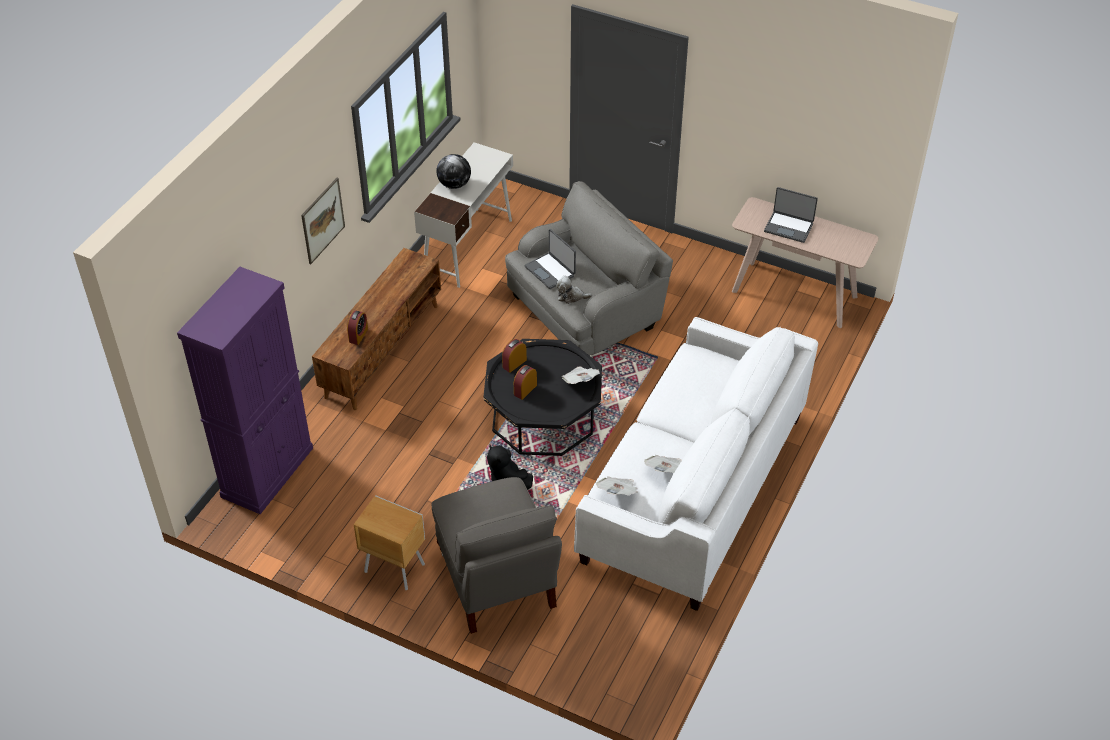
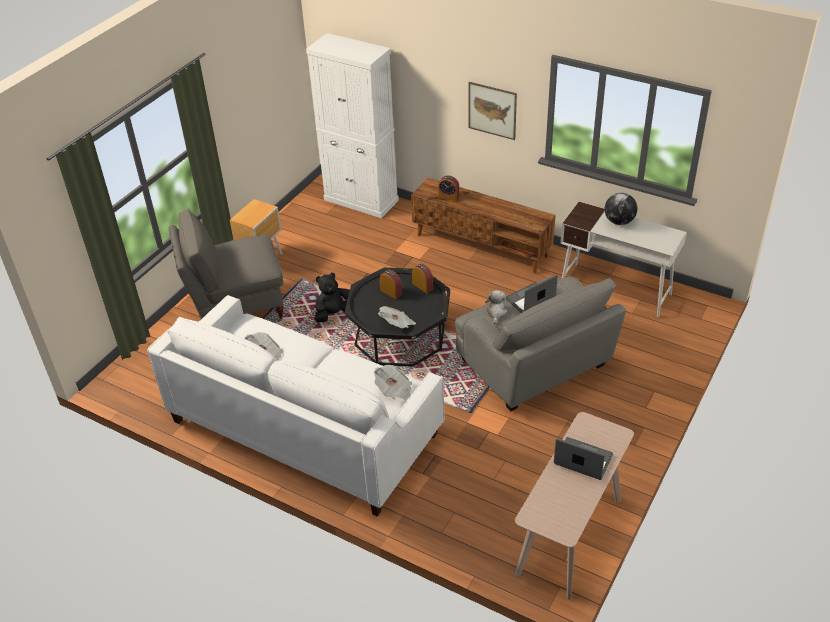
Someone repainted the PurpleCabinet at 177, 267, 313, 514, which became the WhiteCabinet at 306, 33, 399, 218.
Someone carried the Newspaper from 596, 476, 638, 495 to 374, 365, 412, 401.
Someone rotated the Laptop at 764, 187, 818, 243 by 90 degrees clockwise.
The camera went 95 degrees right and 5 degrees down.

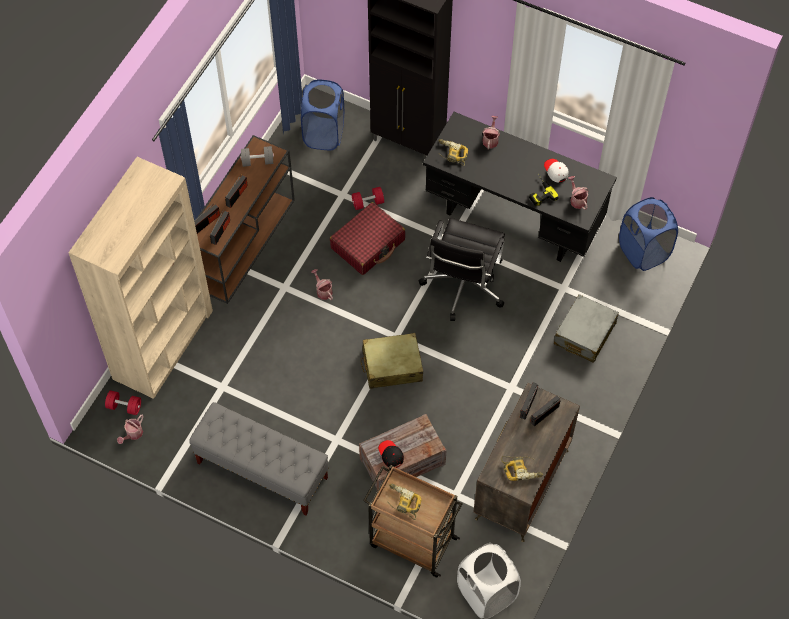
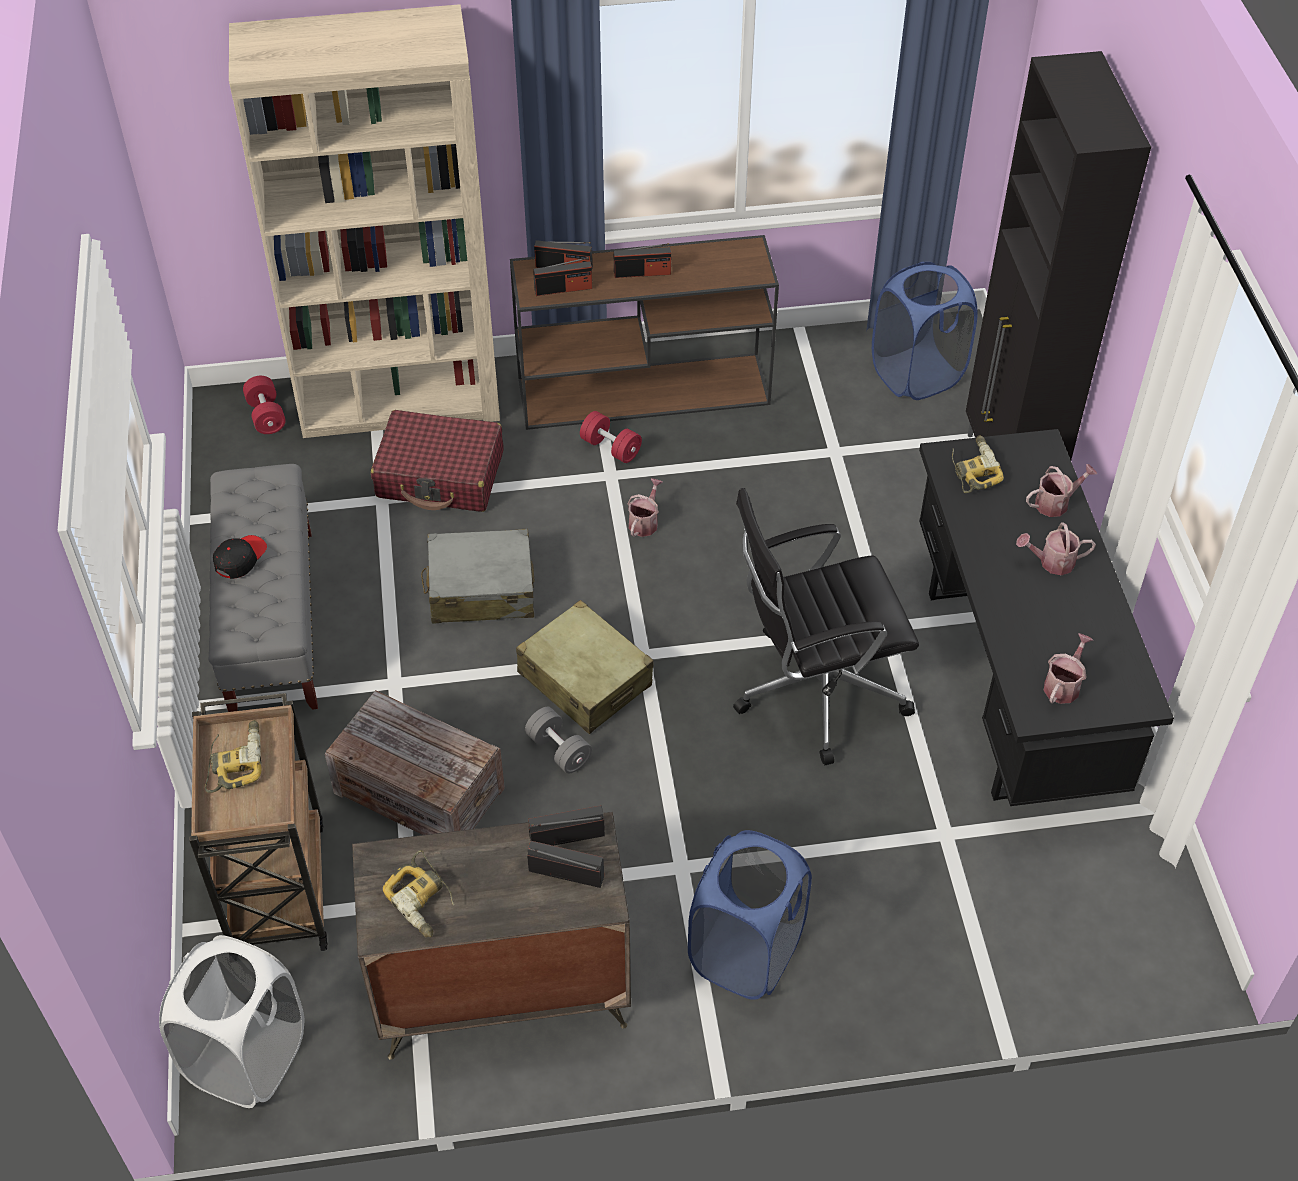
Someone carried the WateringCan from 117, 415, 144, 444 to 1016, 522, 1096, 575.
Someone carried the GreyDumbbell from 240, 146, 274, 167 to 525, 707, 592, 773.
Someone carried the RedSuitcase from 330, 202, 405, 275 to 371, 410, 503, 512.
Someone carried the RedDumbbell from 352, 187, 384, 210 to 580, 411, 642, 463.
Someone carried the BlackCap from 378, 440, 404, 468 to 213, 535, 267, 579.
Someone took away the PowerDrill at 529, 173, 559, 206.
Someone took away the WhiteCap at 544, 159, 569, 182.
Someone carried the GreySuitcase from 554, 294, 619, 363 to 421, 529, 535, 624.
Someone carried the BlueLaundryBasket from 619, 197, 678, 271 to 688, 830, 812, 1000.
The camera went 55 degrees right and 10 degrees down.

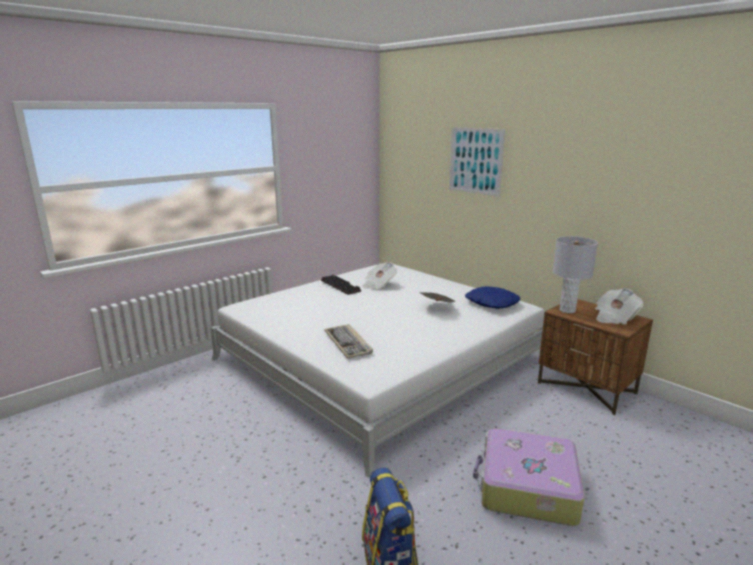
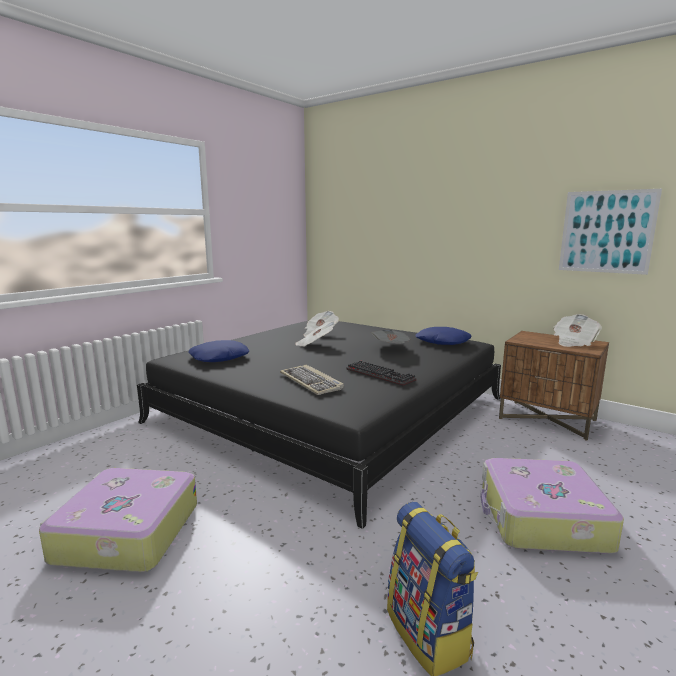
Someone repainted the WhiteBed at 210, 263, 544, 477, which became the BlackBed at 137, 321, 501, 529.
Someone carried the Keyboard from 321, 275, 361, 295 to 346, 360, 416, 386.
Someone carried the Picture from 449, 127, 505, 197 to 559, 189, 662, 275.
Someone took away the GreyTableLamp at 553, 236, 598, 313.
Someone put down the Suitcase at 39, 468, 197, 572.
Someone put down the BluePillow at 189, 340, 249, 362.
Someone put down the Newspaper at 295, 321, 336, 347.
The camera went 10 degrees left and 5 degrees down.

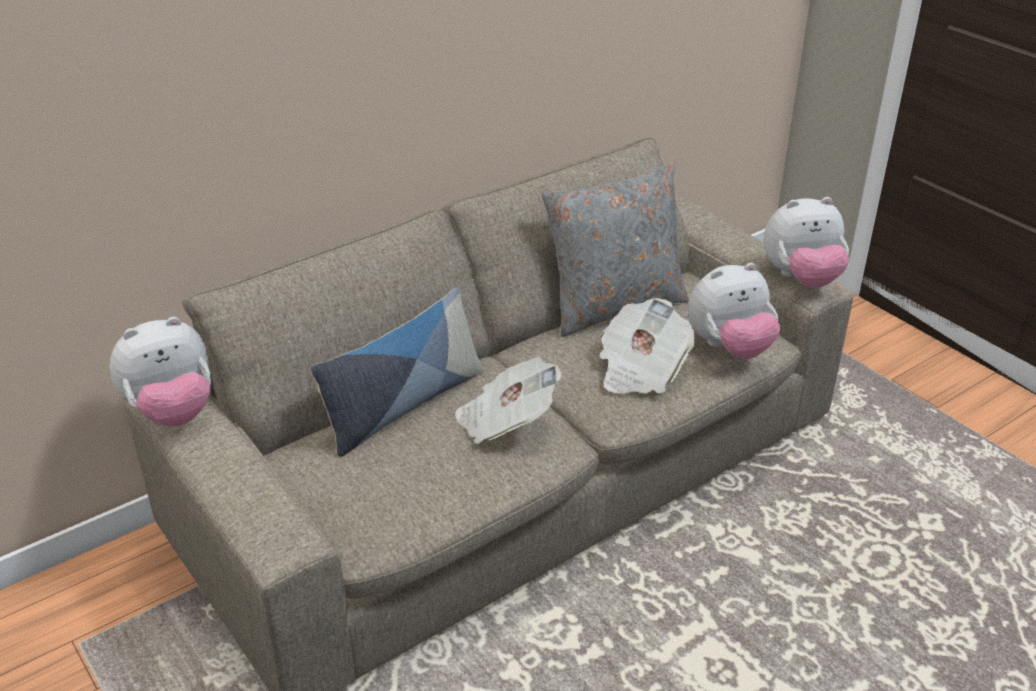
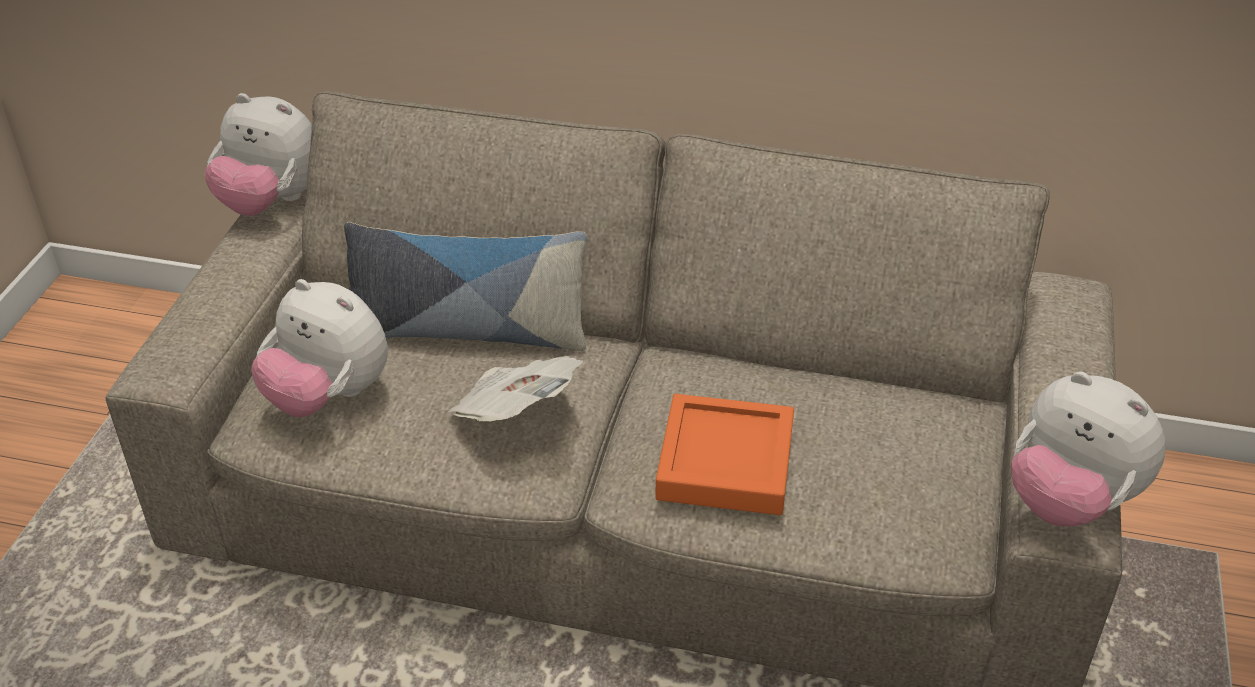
Someone took away the GreyPillow at 542, 162, 689, 337.
Someone swapped the Newspaper at 599, 298, 695, 394 for the OrangeTray at 655, 394, 794, 515.
Someone carried the PlushToy from 688, 263, 780, 359 to 252, 279, 388, 417.
The camera went 50 degrees right and 5 degrees up.

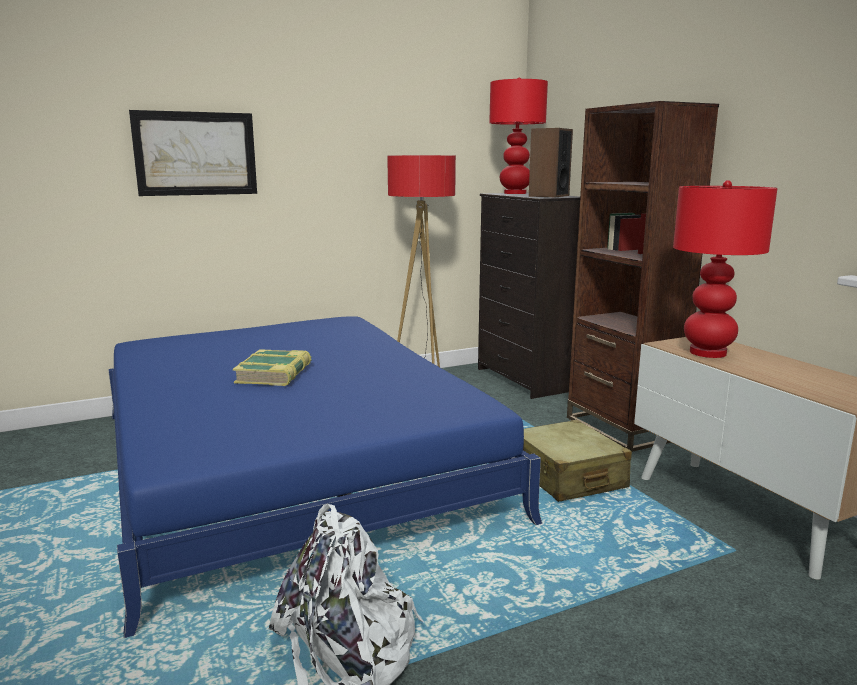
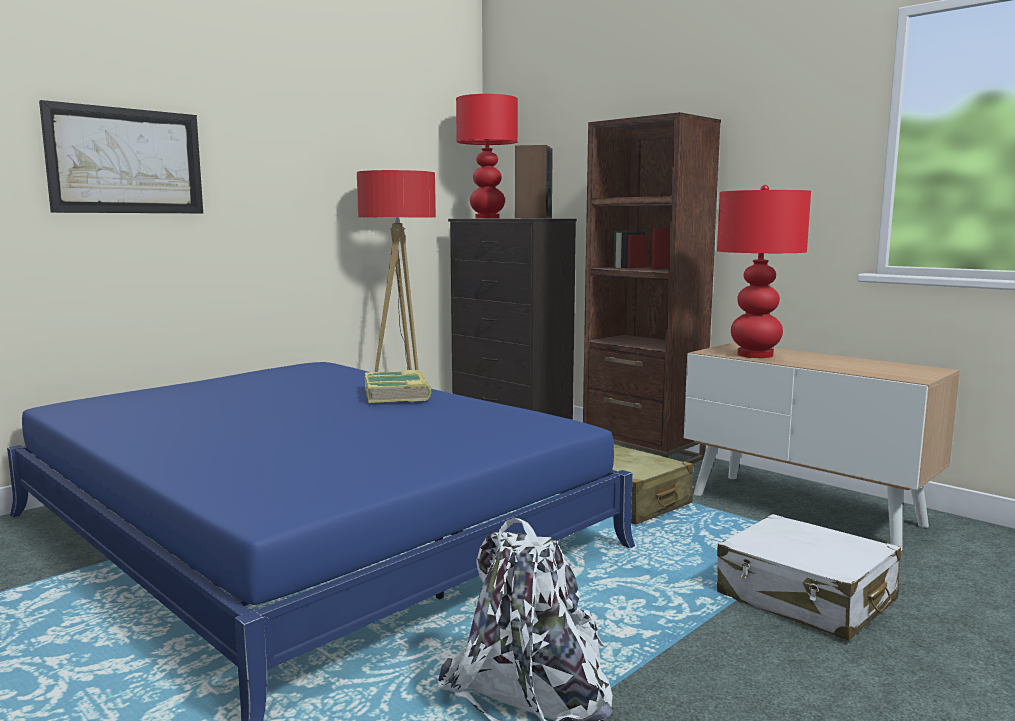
Someone carried the Book from 233, 349, 312, 386 to 365, 370, 432, 403.
Someone put down the WhiteSuitcase at 717, 514, 901, 640.
The camera went 20 degrees left and 5 degrees down.

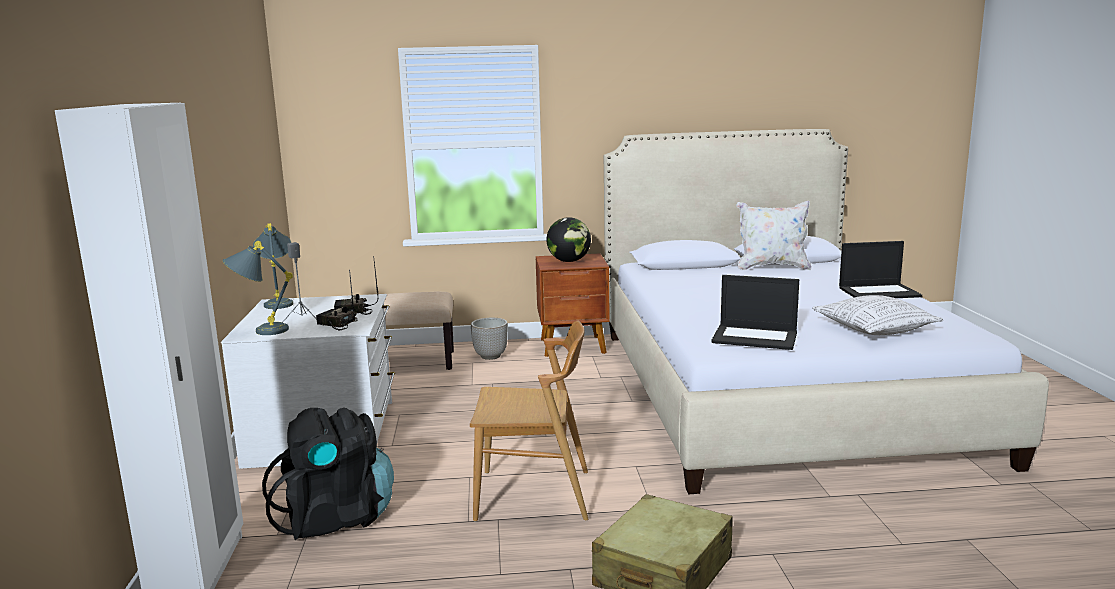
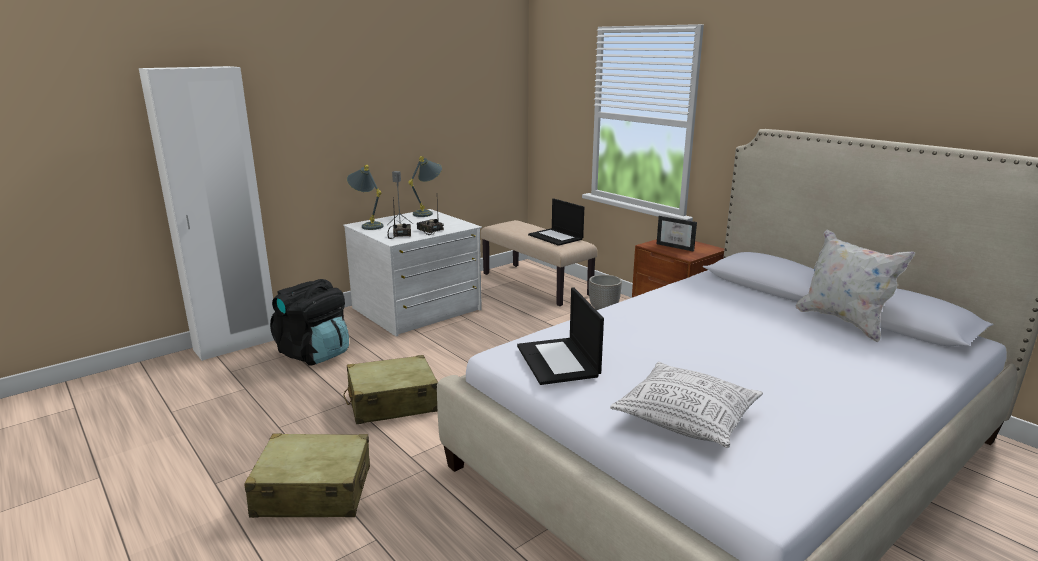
Someone swapped the BrownChair at 470, 320, 588, 522 for the BeigeSuitcase at 344, 355, 438, 424.
Someone swapped the Globe at 546, 217, 591, 262 for the PictureFrame at 657, 216, 697, 251.
Someone carried the Laptop from 839, 241, 922, 298 to 528, 198, 584, 246.
The camera went 55 degrees right and 5 degrees up.

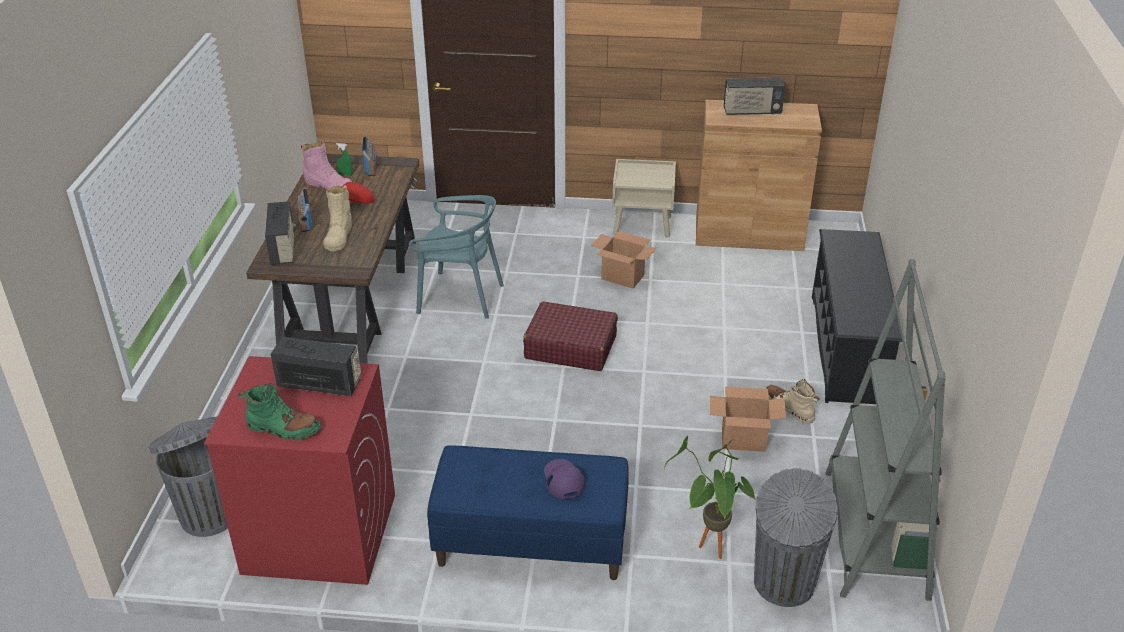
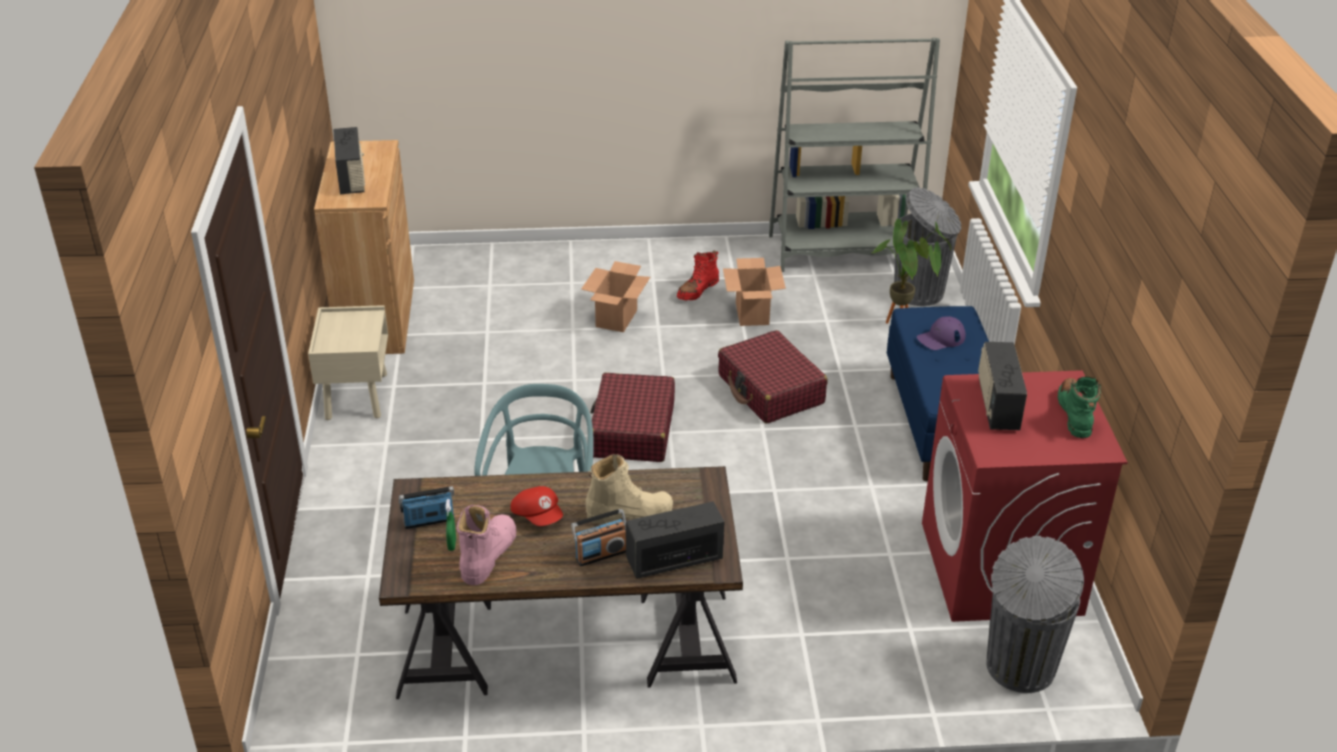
Someone carried the CardboardBox from 591, 231, 657, 289 to 581, 261, 650, 332.
Someone repainted the BeigeBoot at 765, 379, 820, 424, which became the RedBoot at 677, 251, 719, 301.
Someone took away the BlackShoeRack at 812, 229, 902, 404.
Someone put down the RedSuitcase at 718, 330, 827, 424.
The camera went 100 degrees left and 0 degrees up.

